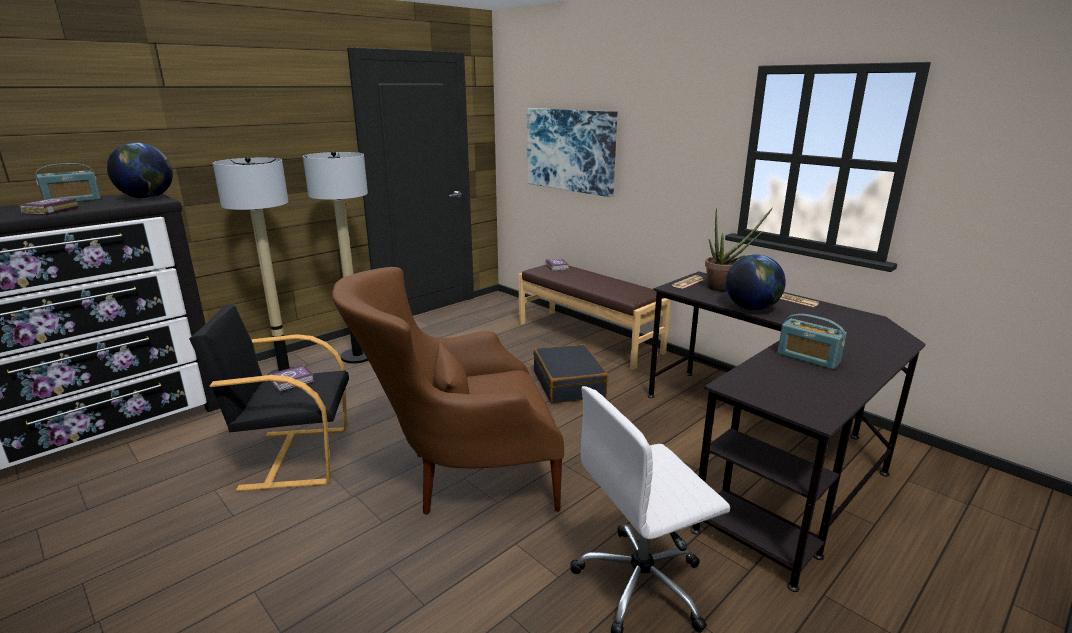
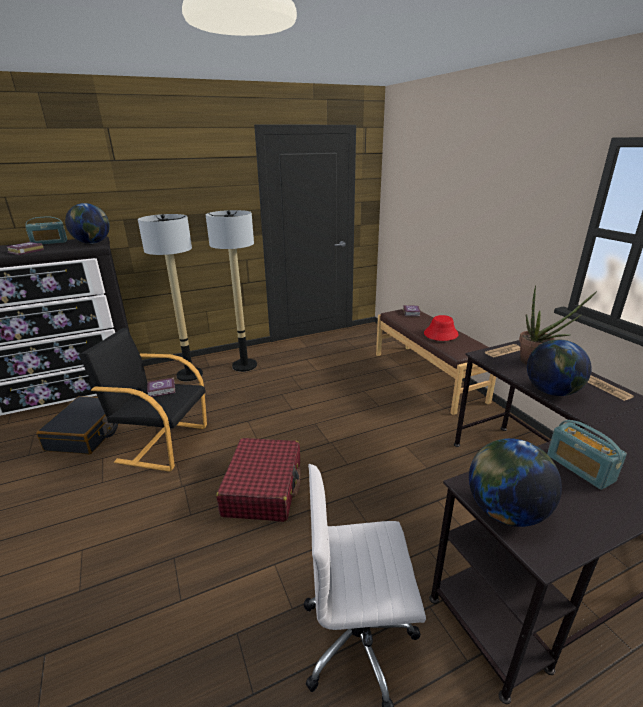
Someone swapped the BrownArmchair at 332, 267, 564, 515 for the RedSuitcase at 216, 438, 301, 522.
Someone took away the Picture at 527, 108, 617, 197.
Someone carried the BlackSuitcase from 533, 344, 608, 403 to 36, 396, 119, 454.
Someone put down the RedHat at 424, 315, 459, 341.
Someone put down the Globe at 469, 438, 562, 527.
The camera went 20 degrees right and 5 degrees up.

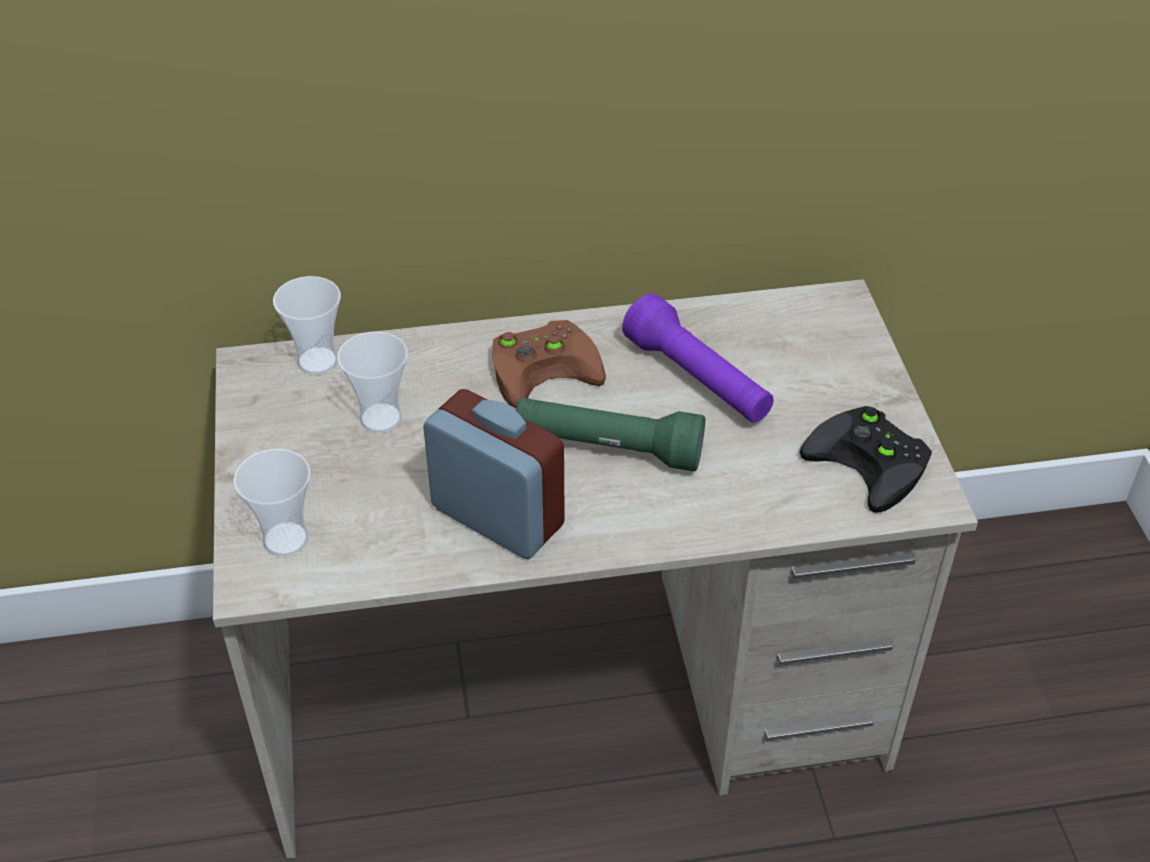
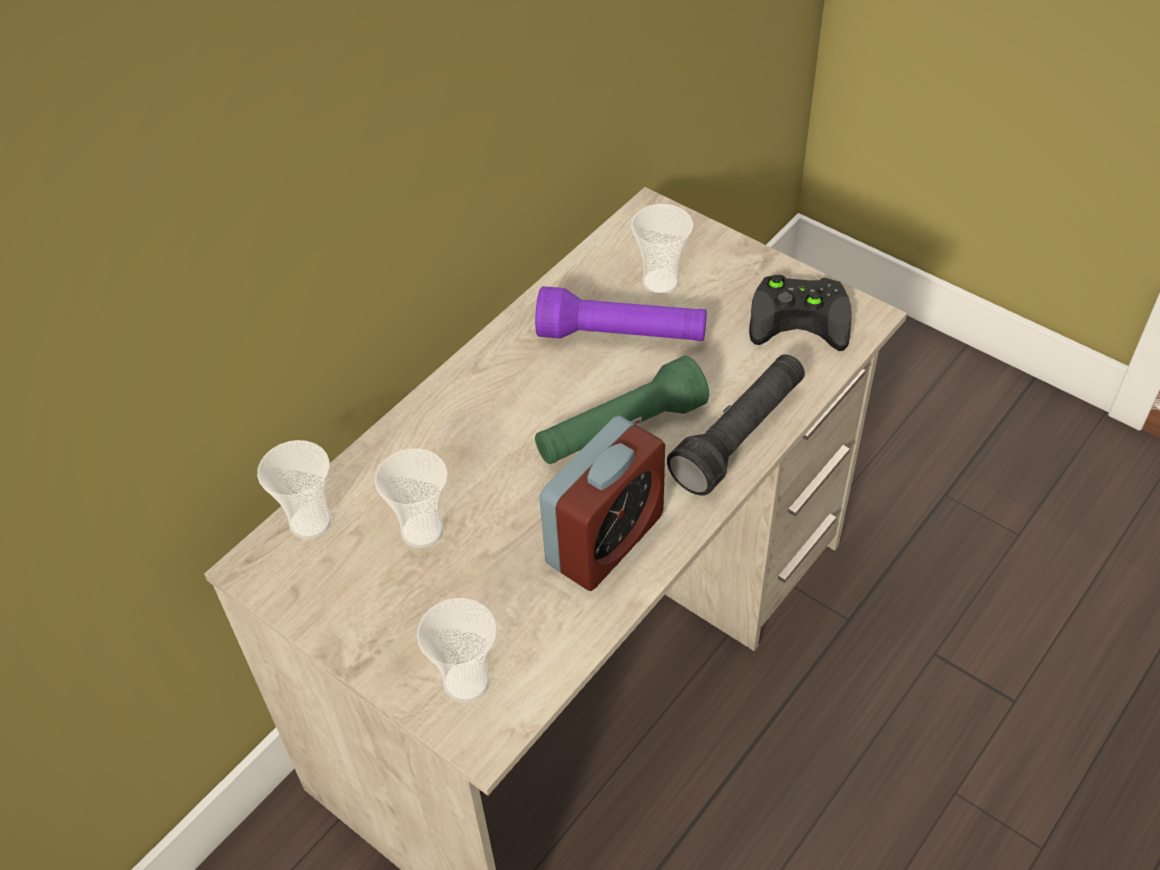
Someone rotated the AlarmClock at 423, 389, 565, 559 by 135 degrees clockwise.
Someone took away the BrownGameController at 492, 320, 606, 408.
Someone put down the Cup at 631, 204, 693, 295.
Someone put down the BlackFlashlight at 667, 354, 805, 495.
The camera went 40 degrees left and 5 degrees up.

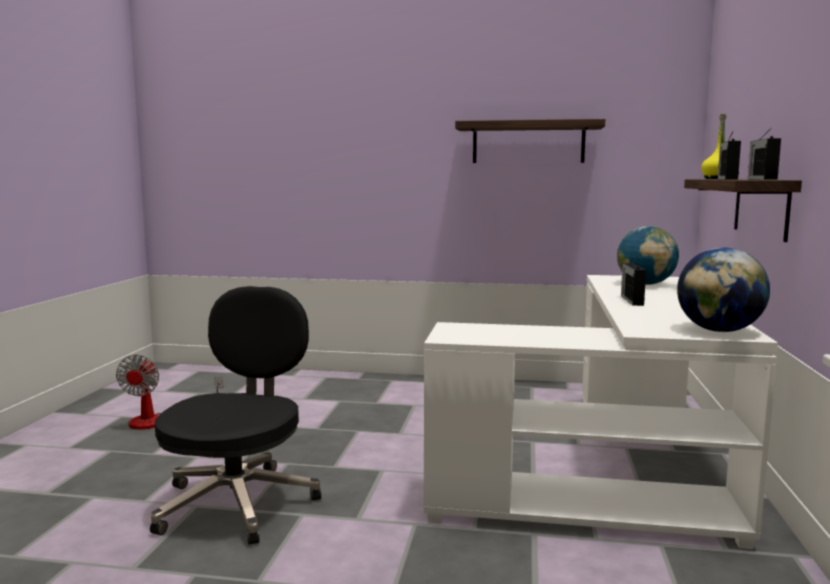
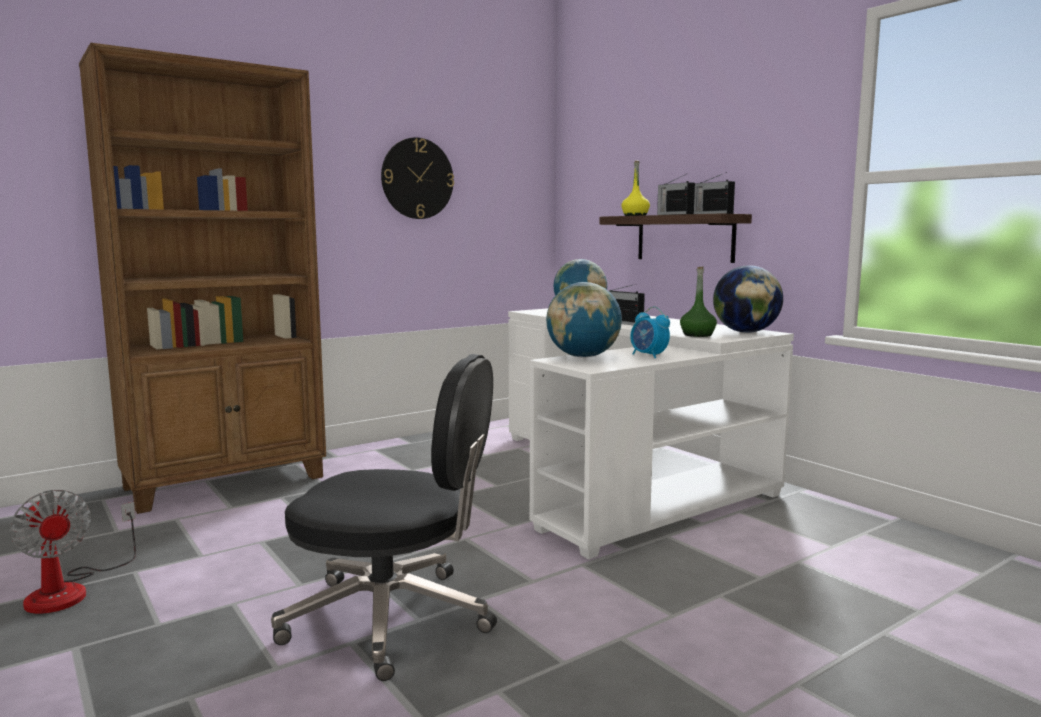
Someone rotated the BlackOfficeChair at 150, 286, 321, 545 by 135 degrees clockwise.
Someone swapped the Shelf at 455, 119, 605, 163 for the WallClock at 381, 137, 454, 219.
Someone put down the BrownBookcase at 79, 43, 326, 514.
Someone put down the Globe at 546, 282, 622, 358.
Someone put down the AlarmClock at 630, 306, 670, 358.
Someone put down the GreenBottle at 680, 267, 717, 337.
The camera went 45 degrees left and 0 degrees up.

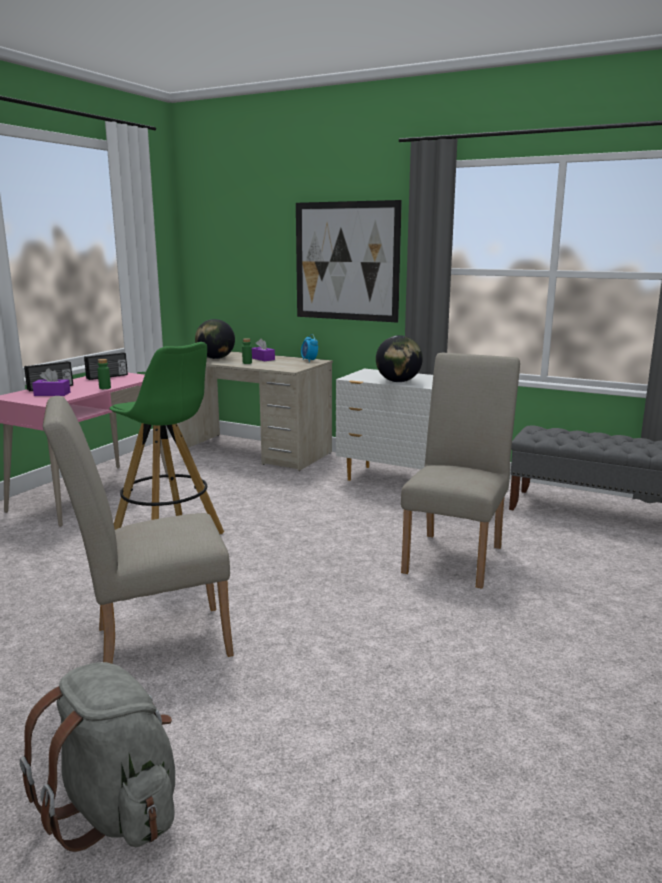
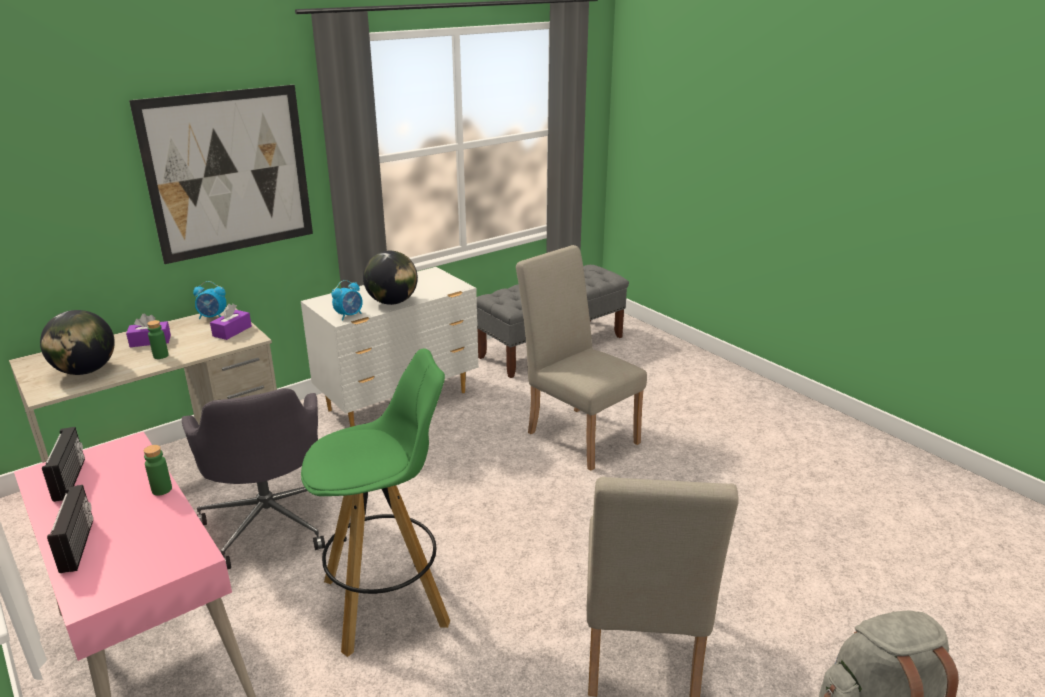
Someone carried the PurpleTissueBox from 32, 368, 70, 396 to 210, 304, 252, 340.
Someone put down the GreyOfficeChair at 182, 388, 325, 569.
Someone put down the AlarmClock at 331, 280, 363, 321.
The camera went 65 degrees left and 10 degrees up.

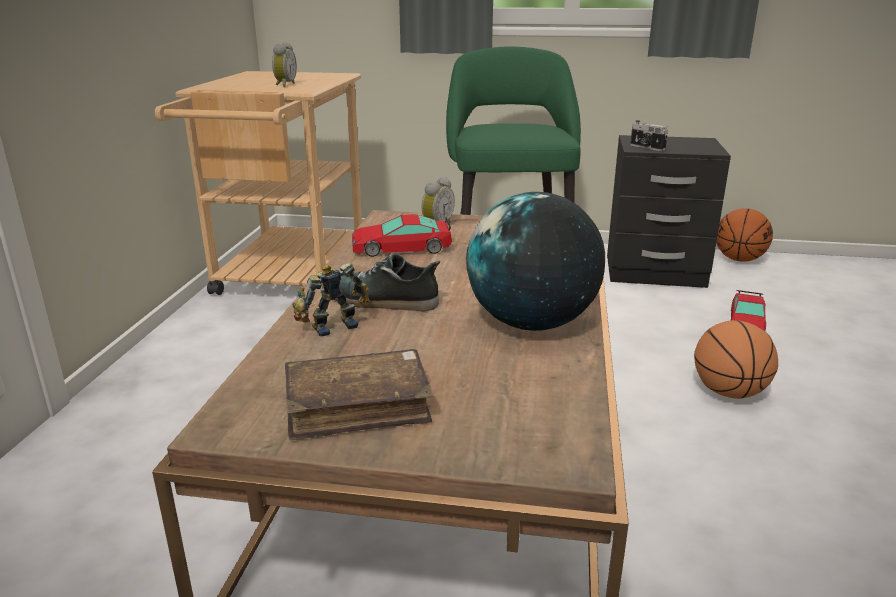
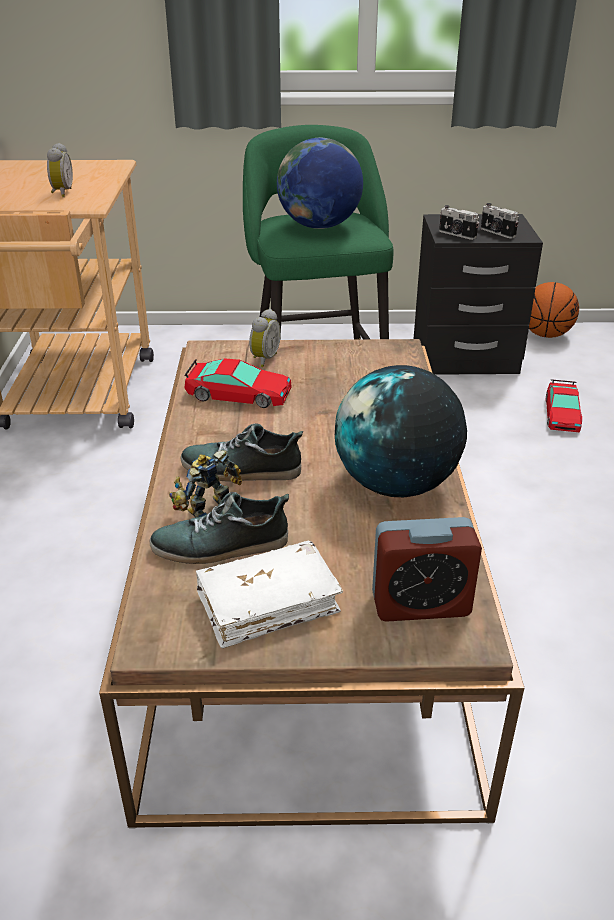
Someone repainted the BrownBook at 285, 349, 434, 440, which became the WhiteBook at 196, 541, 343, 648.
Someone rotated the ToyCar at 352, 214, 452, 257 by 150 degrees counterclockwise.
Someone took away the Basketball at 694, 320, 778, 399.
Someone put down the Shoe at 150, 492, 289, 564.
Someone put down the Globe at 277, 138, 363, 229.
Someone put down the AlarmClock at 372, 517, 482, 622.
Someone put down the PhotoCamera at 481, 203, 519, 239.
The camera went 10 degrees left and 10 degrees up.

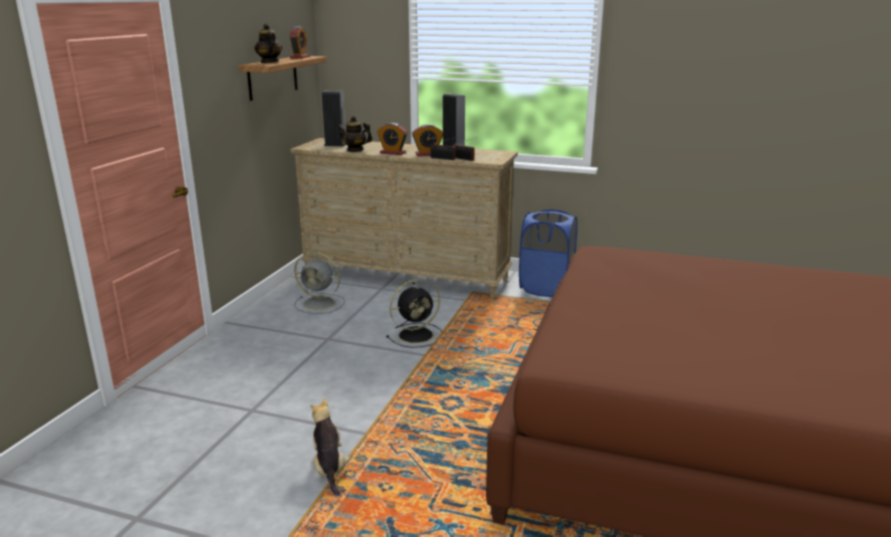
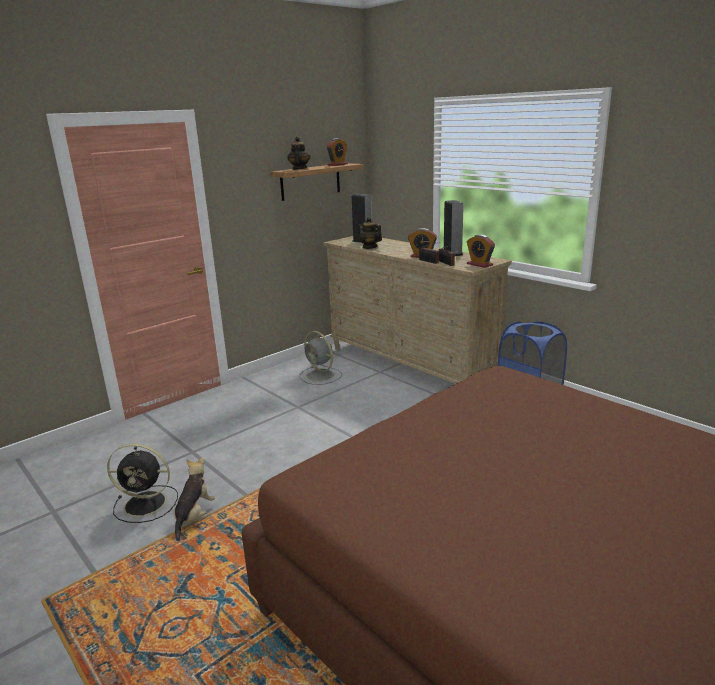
Someone carried the AlarmClock from 377, 123, 407, 155 to 467, 234, 495, 268.
Someone carried the BlackFan from 386, 279, 443, 348 to 107, 444, 178, 523.
The camera went 30 degrees right and 0 degrees up.

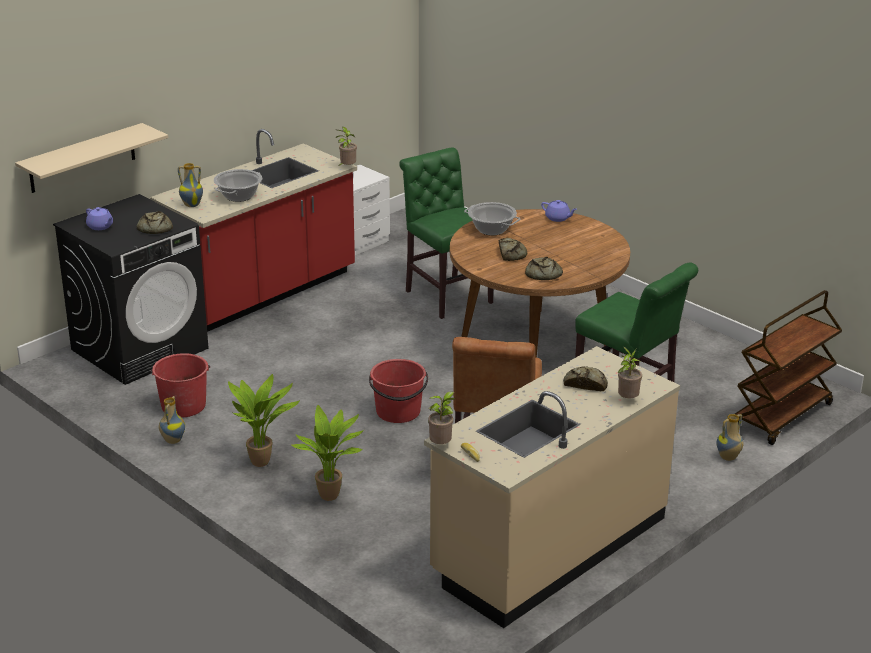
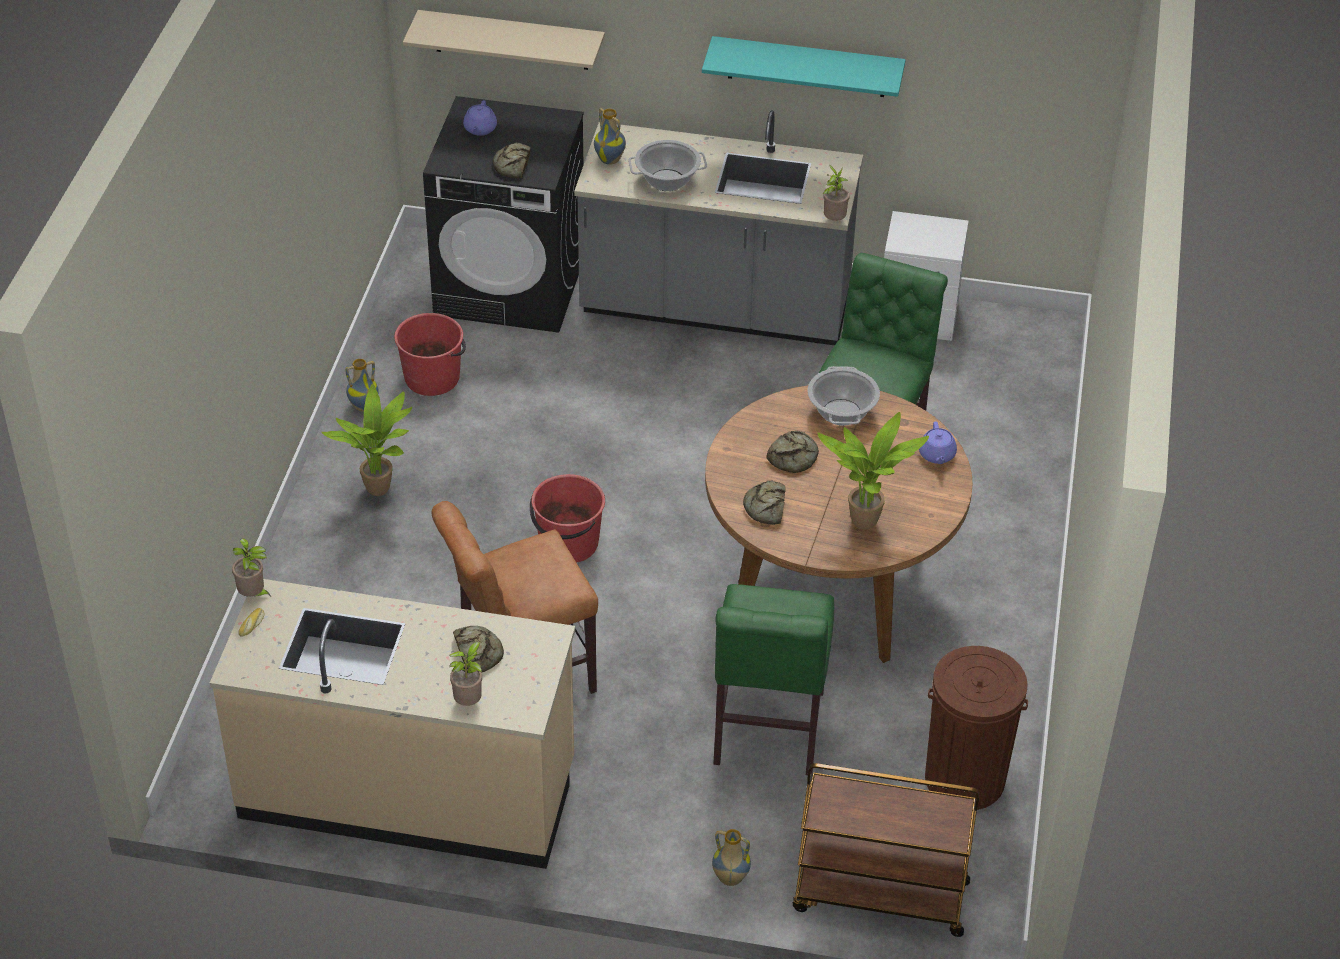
Someone repainted the RedCounter at 150, 129, 357, 332, which became the GreyCounter at 574, 110, 863, 345.
Someone carried the PottedPlant from 290, 405, 364, 501 to 817, 412, 929, 530.
Someone put up the TurquoiseShelf at 702, 36, 906, 97.
Someone put down the BrownTrashCan at 925, 646, 1028, 810.
The camera went 55 degrees right and 15 degrees up.

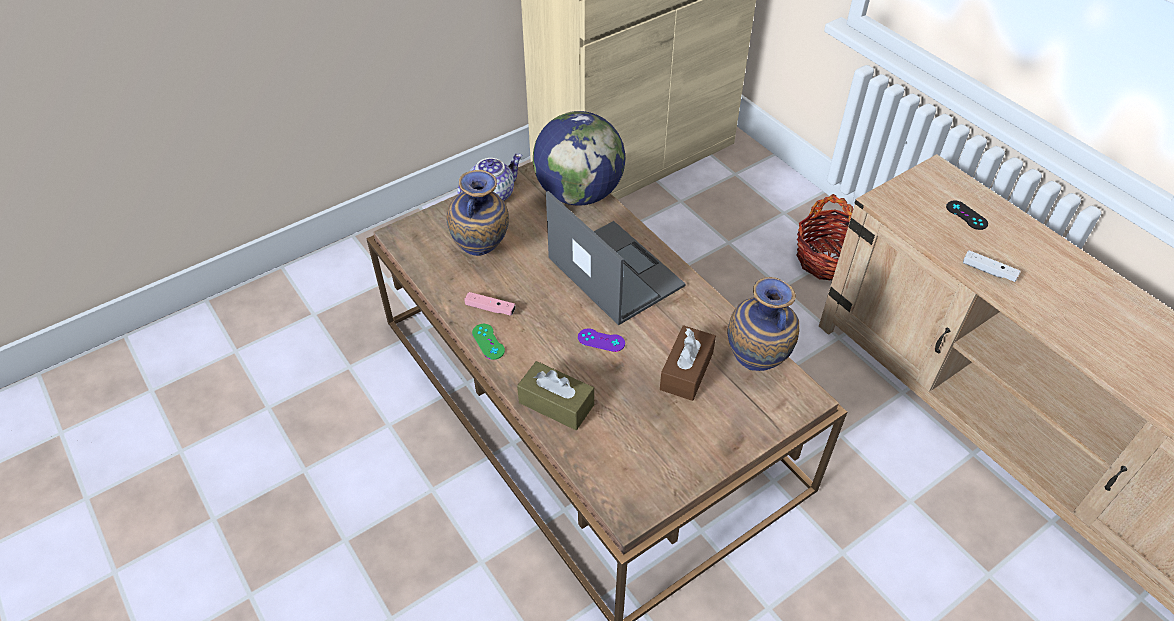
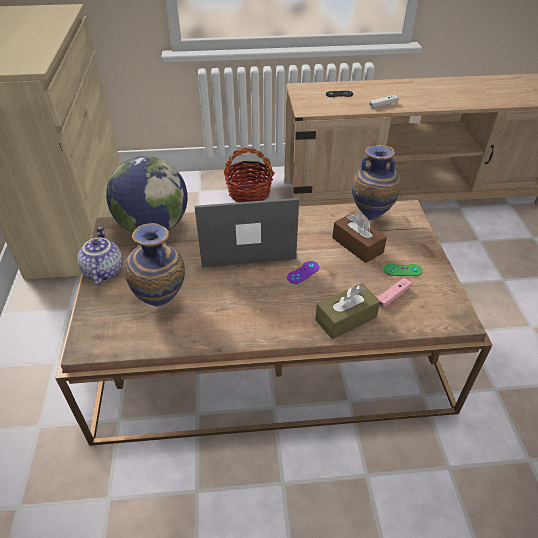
Someone carried the PinkGameController from 464, 292, 516, 316 to 377, 278, 412, 308.
Someone carried the GreenGameController from 472, 324, 505, 360 to 384, 263, 423, 276.
The camera went 60 degrees left and 5 degrees down.

